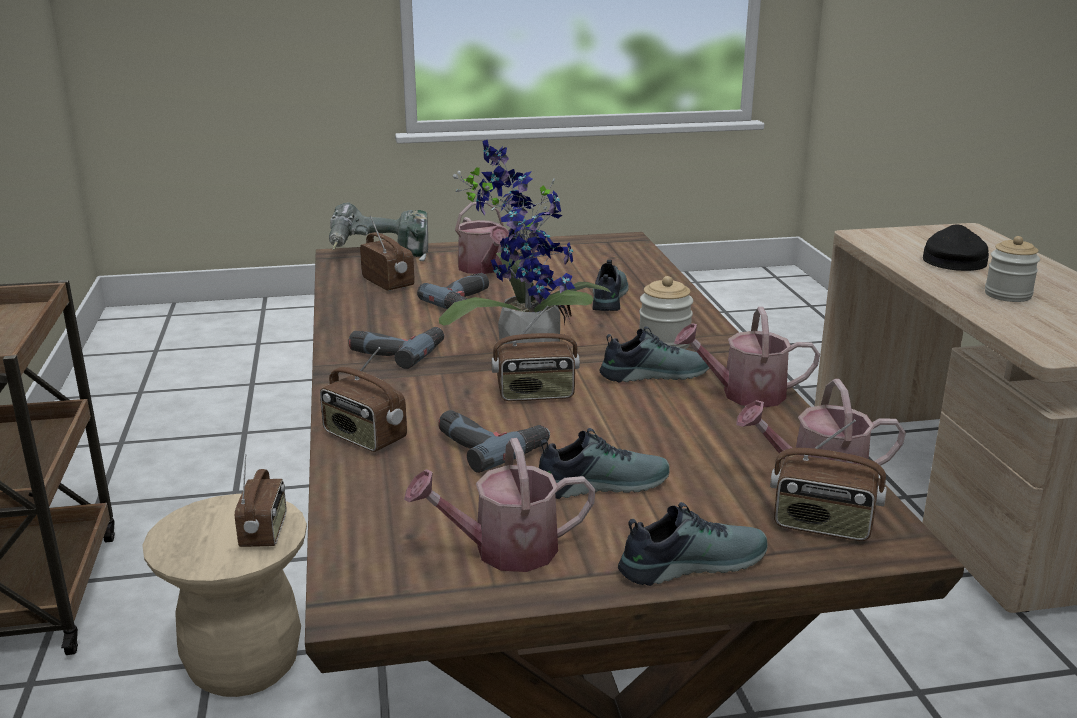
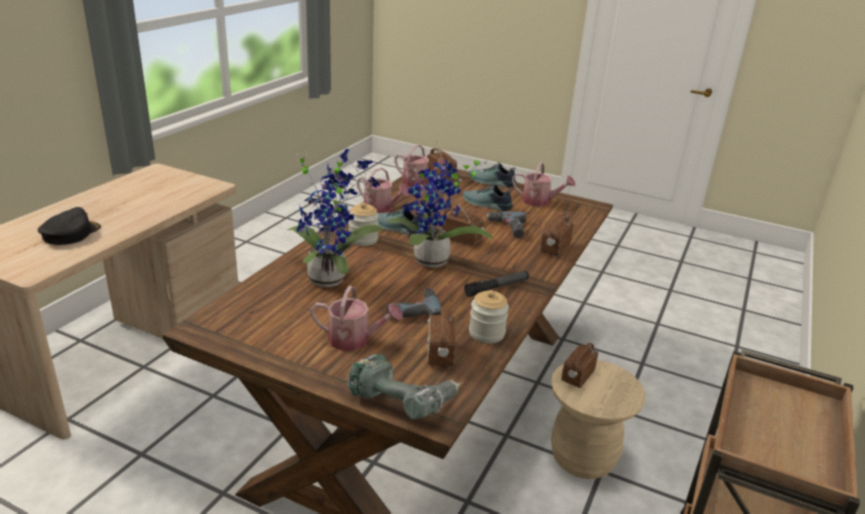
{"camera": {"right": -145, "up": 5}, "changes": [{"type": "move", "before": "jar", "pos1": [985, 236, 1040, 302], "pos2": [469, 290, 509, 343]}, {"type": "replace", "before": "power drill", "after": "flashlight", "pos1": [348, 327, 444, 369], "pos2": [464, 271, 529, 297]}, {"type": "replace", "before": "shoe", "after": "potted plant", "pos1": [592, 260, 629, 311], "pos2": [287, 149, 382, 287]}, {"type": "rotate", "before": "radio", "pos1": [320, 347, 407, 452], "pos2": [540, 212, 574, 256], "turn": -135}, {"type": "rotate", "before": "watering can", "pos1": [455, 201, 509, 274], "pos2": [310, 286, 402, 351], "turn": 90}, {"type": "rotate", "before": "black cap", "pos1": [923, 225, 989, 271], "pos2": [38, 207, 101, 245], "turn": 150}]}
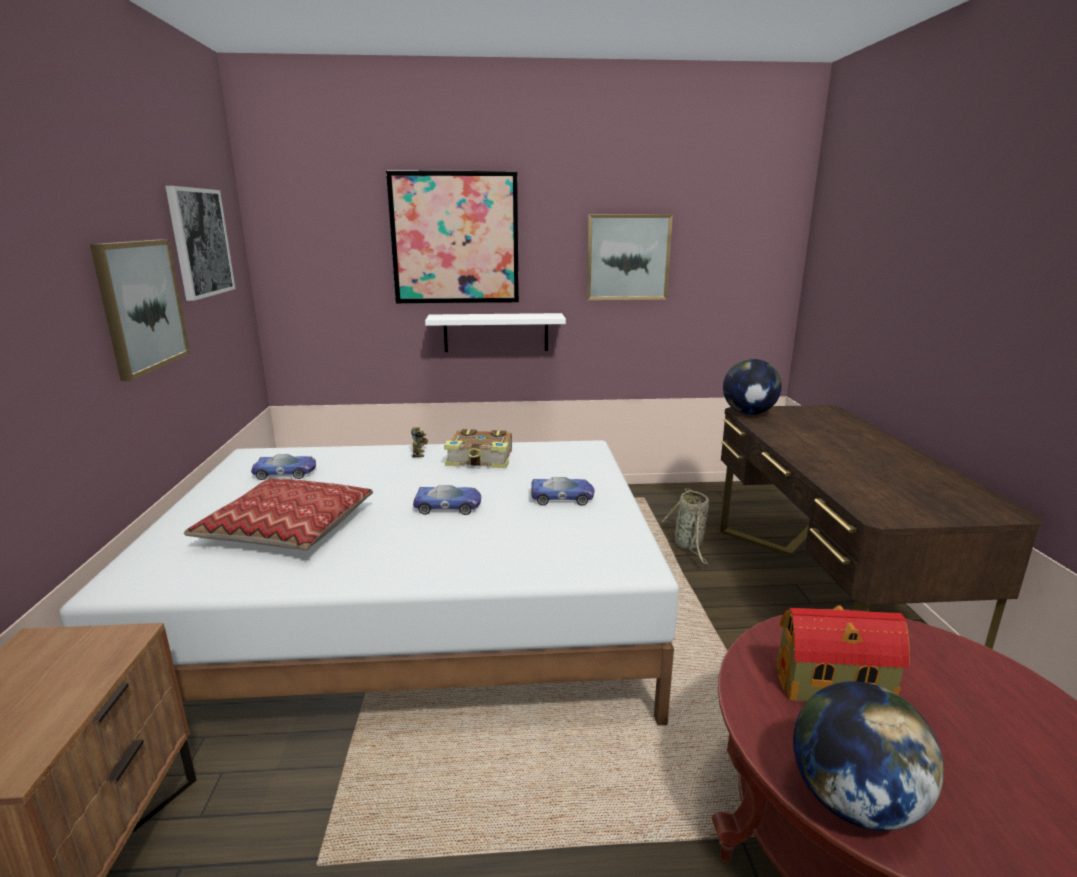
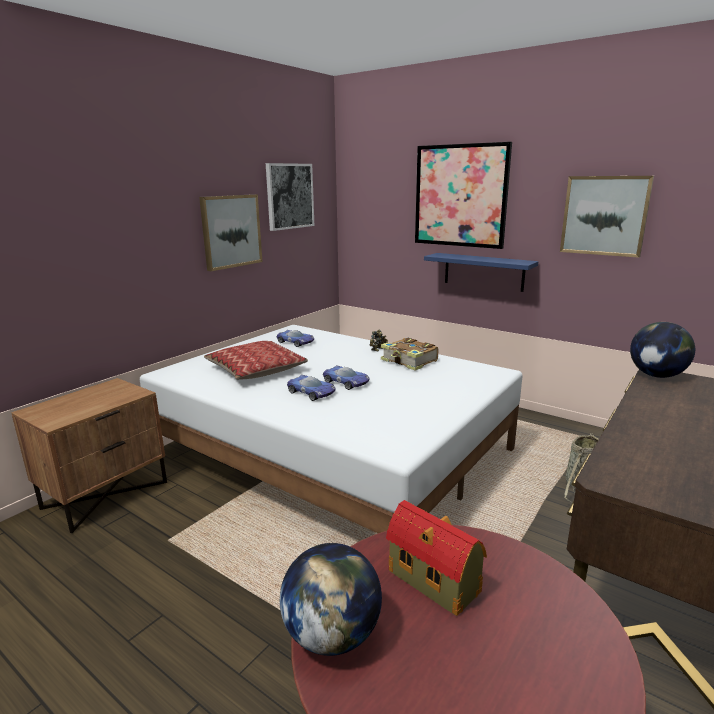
{"camera": {"right": 40, "up": 0}, "changes": [{"type": "move", "before": "toy car", "pos1": [531, 477, 595, 505], "pos2": [287, 375, 336, 401]}, {"type": "recolor", "before": "white shelf", "after": "blue shelf", "pos1": [425, 313, 566, 352], "pos2": [424, 253, 538, 292]}]}
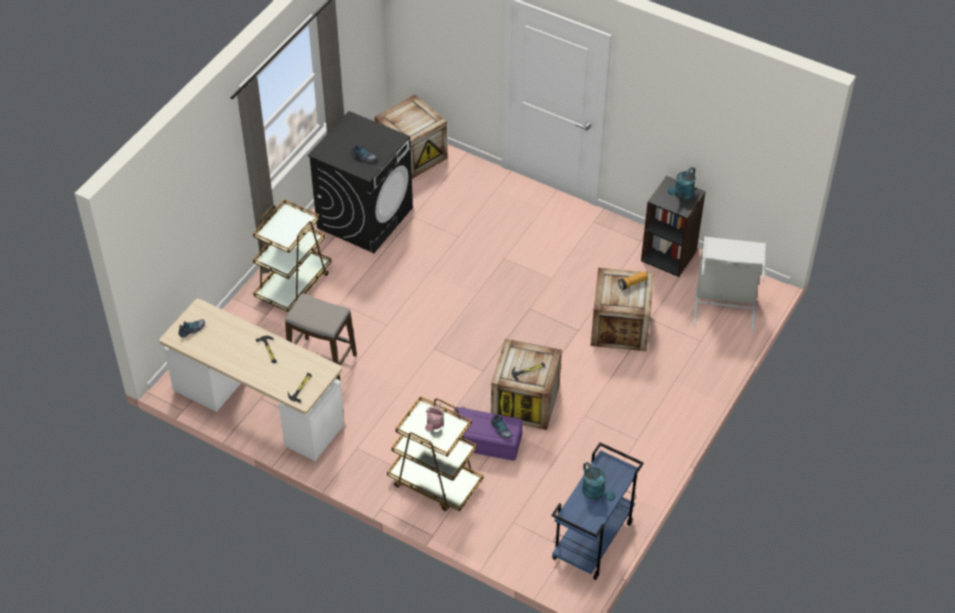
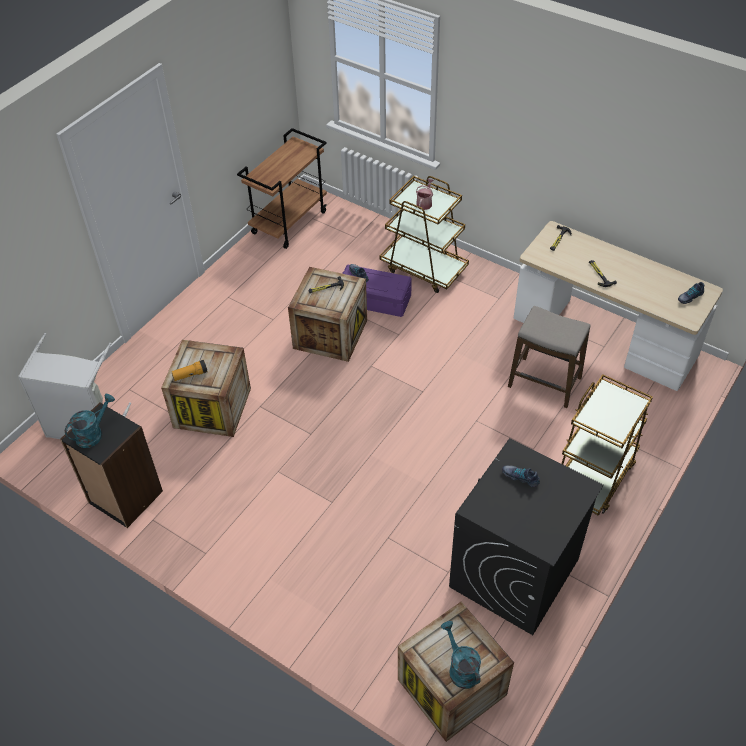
{"camera": {"right": -175, "up": 0}, "changes": [{"type": "move", "before": "turquoise watering can", "pos1": [582, 462, 615, 501], "pos2": [441, 621, 481, 689]}, {"type": "recolor", "before": "blue cart", "after": "brown cart", "pos1": [551, 442, 644, 580], "pos2": [237, 128, 327, 249]}]}
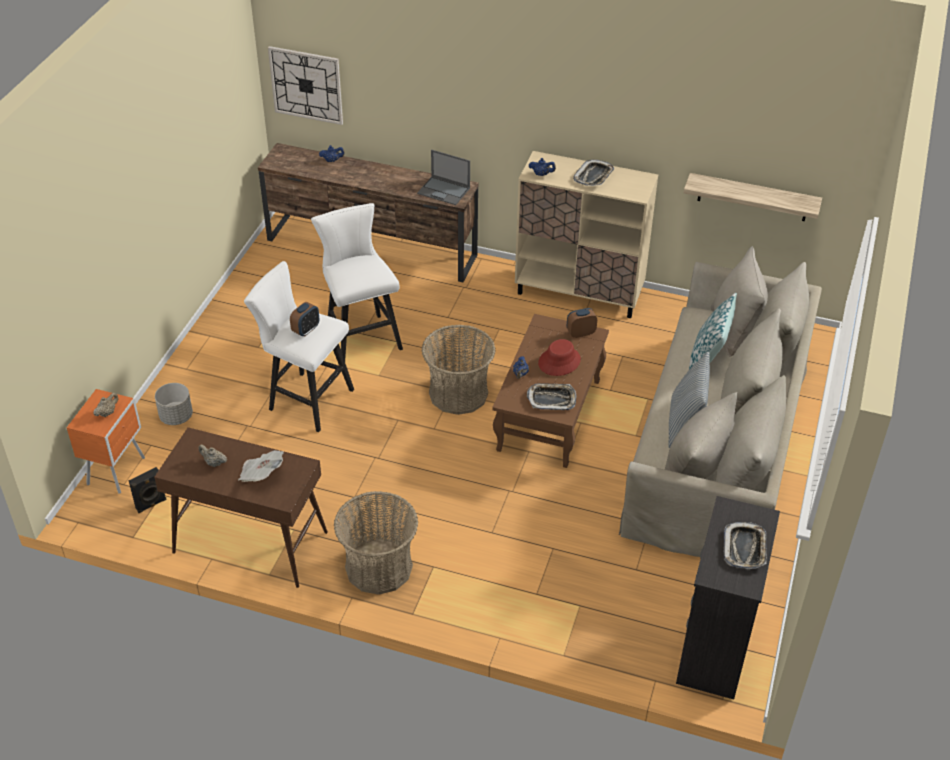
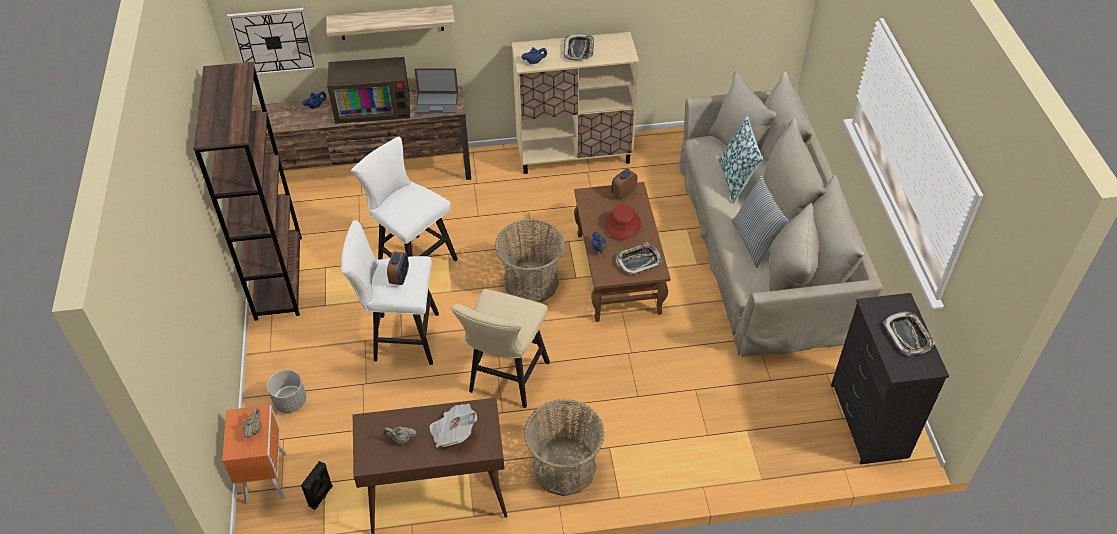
{"camera": {"right": -25, "up": 5}, "changes": [{"type": "insert", "after": "brown bookcase", "pos2": [193, 62, 302, 321]}, {"type": "insert", "after": "television", "pos2": [327, 57, 410, 124]}, {"type": "insert", "after": "beige stool", "pos2": [451, 289, 550, 408]}, {"type": "move", "before": "shelf", "pos1": [684, 173, 822, 221], "pos2": [326, 5, 455, 40]}]}
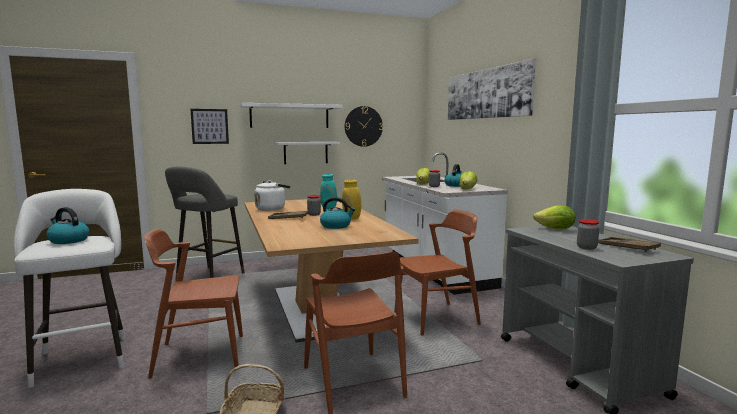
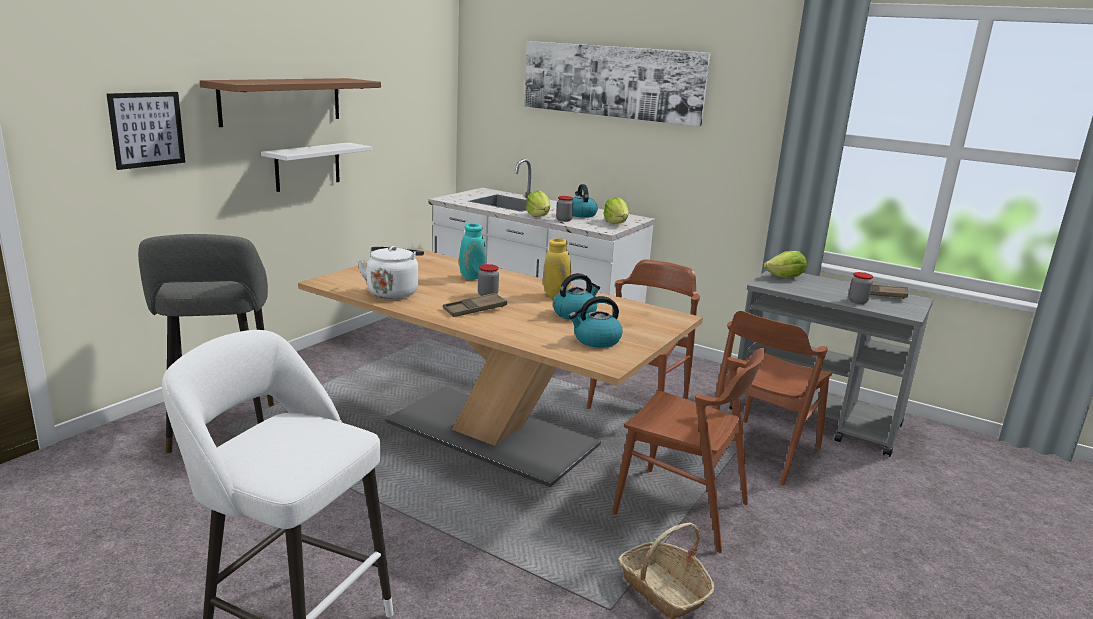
{"camera": {"right": -40, "up": 10}, "changes": [{"type": "delete", "before": "wall clock", "pos1": [345, 106, 383, 147]}, {"type": "move", "before": "kettle", "pos1": [46, 207, 89, 244], "pos2": [569, 296, 623, 348]}, {"type": "move", "before": "brown chair", "pos1": [144, 229, 243, 379], "pos2": [713, 311, 832, 485]}, {"type": "recolor", "before": "white shelf", "after": "brown shelf", "pos1": [240, 103, 343, 128], "pos2": [200, 78, 381, 127]}]}
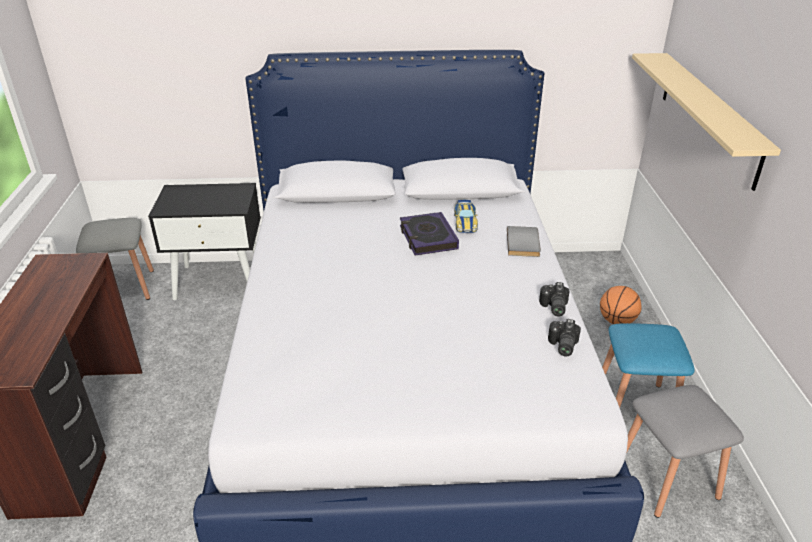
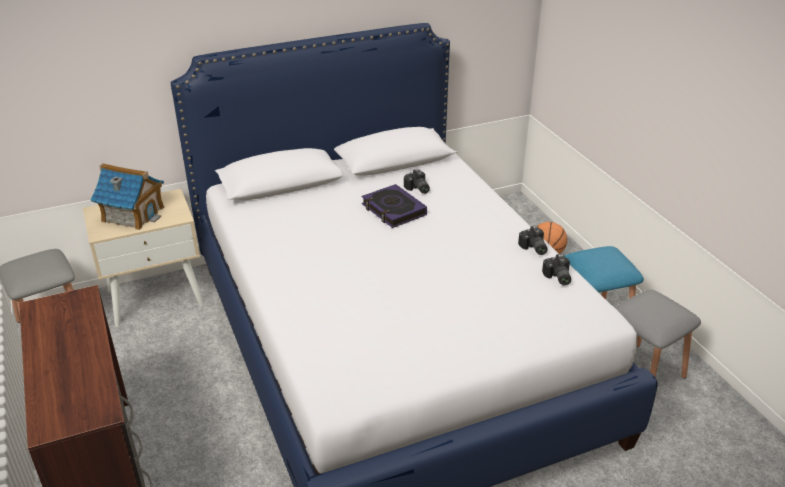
{"camera": {"right": -20, "up": 0}, "changes": [{"type": "delete", "before": "grey book", "pos1": [507, 226, 541, 257]}, {"type": "delete", "before": "beige shelf", "pos1": [632, 53, 781, 191]}, {"type": "insert", "after": "toy house", "pos2": [91, 163, 164, 230]}, {"type": "replace", "before": "toy car", "after": "photo camera", "pos1": [454, 200, 478, 233], "pos2": [404, 169, 430, 194]}, {"type": "recolor", "before": "black nightstand", "after": "beige nightstand", "pos1": [148, 183, 261, 300], "pos2": [83, 189, 204, 327]}]}
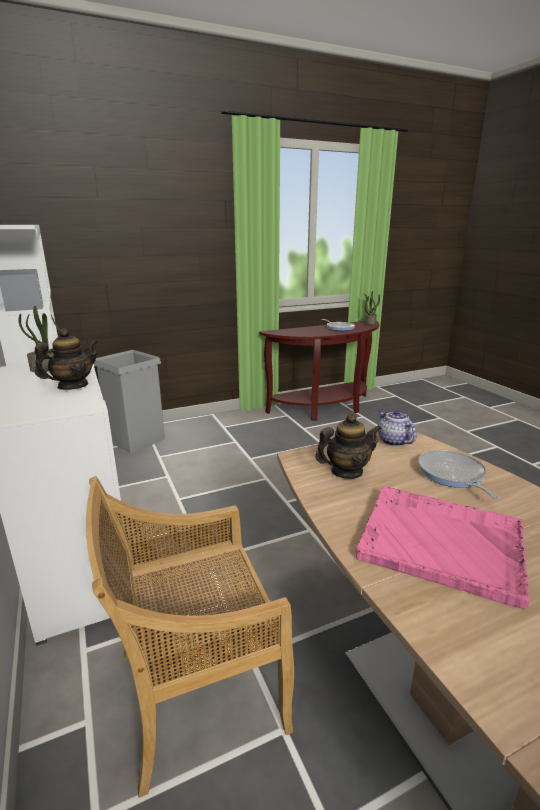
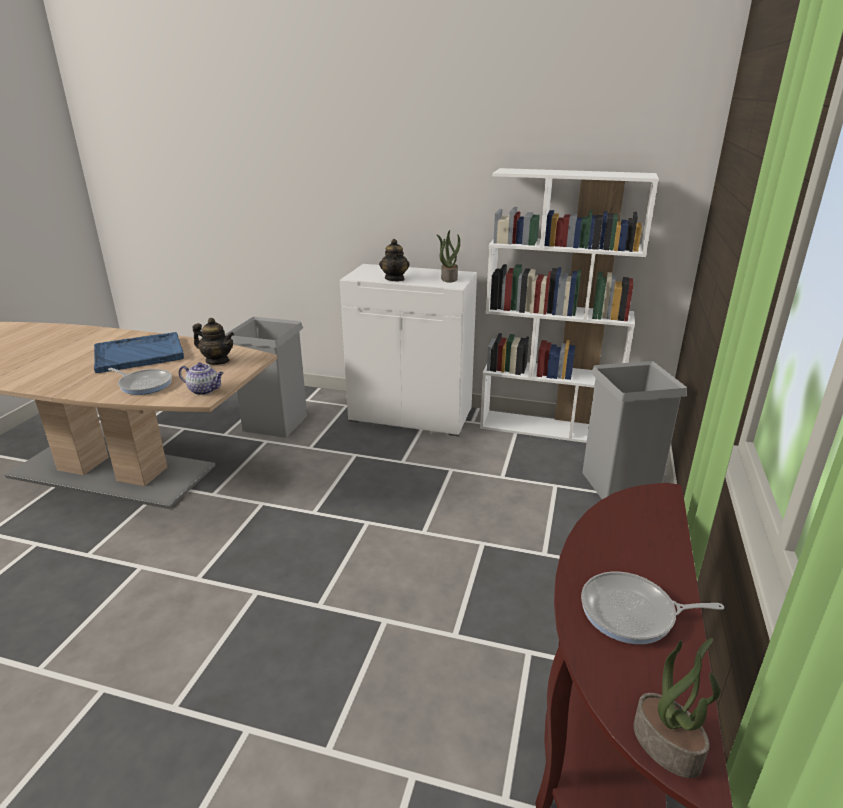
{"camera": {"right": 130, "up": 5}, "changes": [{"type": "replace", "before": "beige chair", "after": "grey trash can", "pos1": [86, 476, 294, 798], "pos2": [225, 317, 307, 438]}, {"type": "recolor", "before": "pink tray", "after": "blue tray", "pos1": [355, 486, 530, 609], "pos2": [94, 332, 184, 373]}, {"type": "rotate", "before": "teapot", "pos1": [315, 413, 382, 479], "pos2": [193, 318, 234, 365], "turn": -90}]}
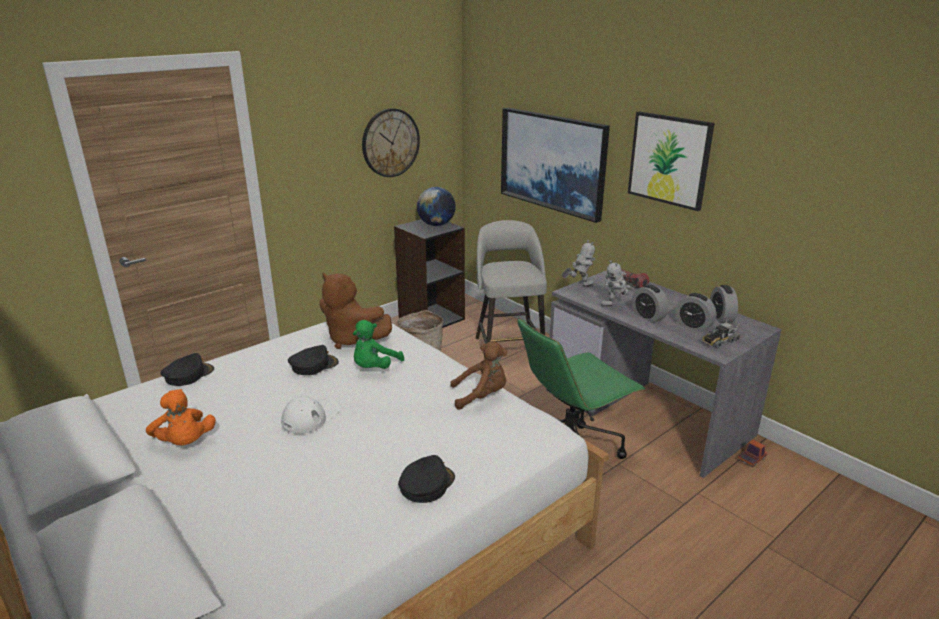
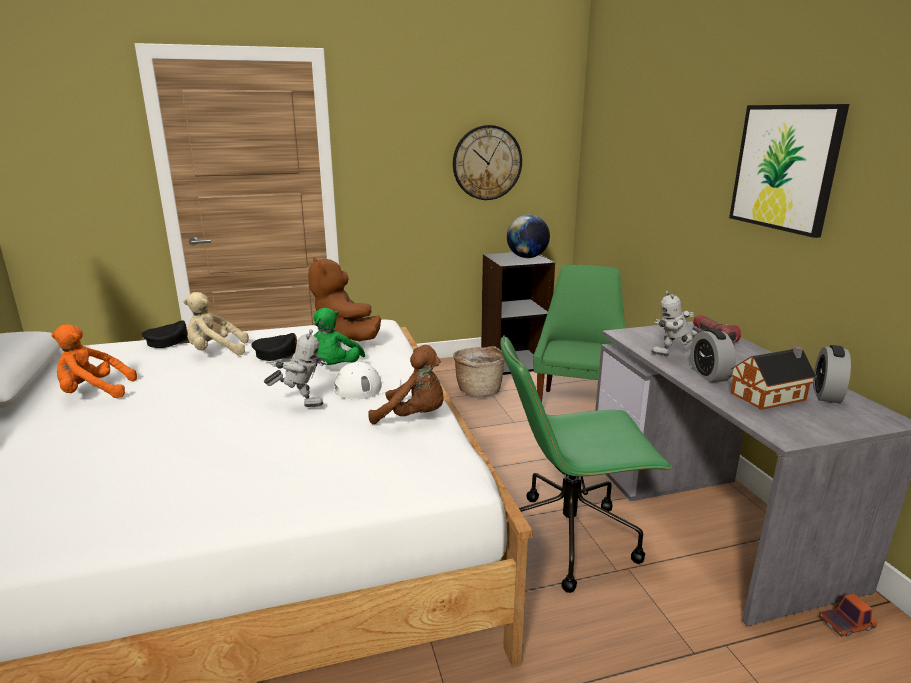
{"camera": {"right": 25, "up": -5}, "changes": [{"type": "delete", "before": "black cap", "pos1": [398, 455, 455, 503]}, {"type": "delete", "before": "picture", "pos1": [501, 108, 610, 223]}, {"type": "delete", "before": "toy truck", "pos1": [702, 319, 741, 348]}, {"type": "insert", "after": "beige plush toy", "pos2": [183, 292, 249, 355]}, {"type": "move", "before": "white cap", "pos1": [281, 396, 339, 434], "pos2": [334, 362, 400, 399]}, {"type": "move", "before": "toy robot", "pos1": [562, 240, 595, 287], "pos2": [264, 329, 328, 407]}, {"type": "replace", "before": "grey stool", "after": "green chair", "pos1": [476, 220, 547, 344], "pos2": [533, 265, 625, 402]}, {"type": "replace", "before": "alarm clock", "after": "toy house", "pos1": [675, 293, 716, 332], "pos2": [730, 346, 817, 410]}, {"type": "rotate", "before": "orange plush toy", "pos1": [146, 389, 216, 446], "pos2": [51, 324, 137, 398], "turn": 90}, {"type": "rotate", "before": "green plush toy", "pos1": [353, 320, 404, 369], "pos2": [313, 308, 365, 365], "turn": -45}]}
